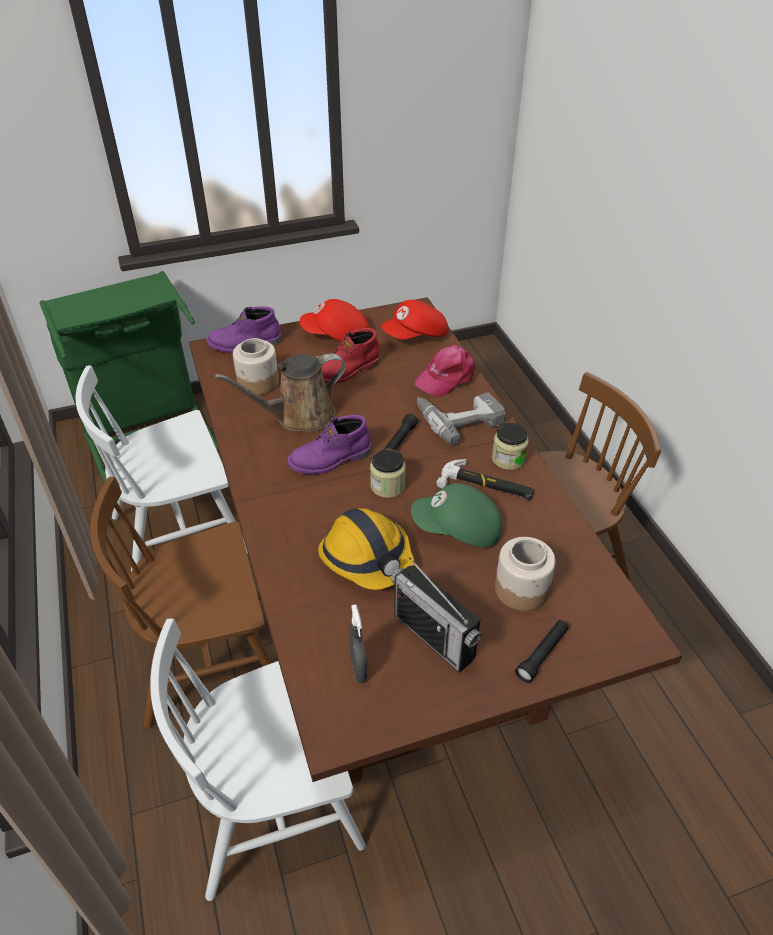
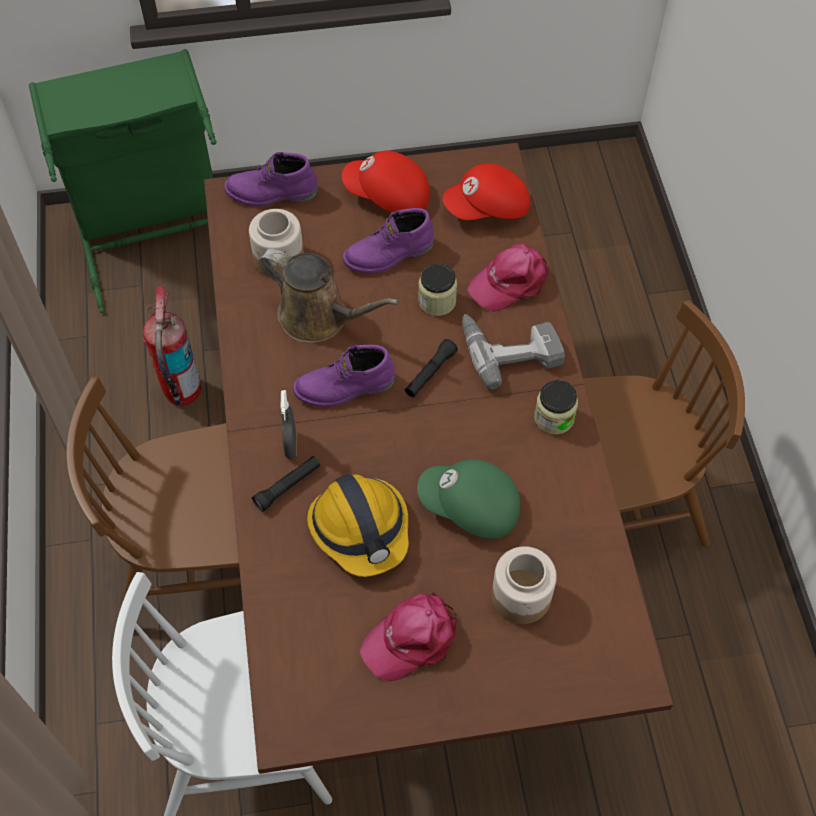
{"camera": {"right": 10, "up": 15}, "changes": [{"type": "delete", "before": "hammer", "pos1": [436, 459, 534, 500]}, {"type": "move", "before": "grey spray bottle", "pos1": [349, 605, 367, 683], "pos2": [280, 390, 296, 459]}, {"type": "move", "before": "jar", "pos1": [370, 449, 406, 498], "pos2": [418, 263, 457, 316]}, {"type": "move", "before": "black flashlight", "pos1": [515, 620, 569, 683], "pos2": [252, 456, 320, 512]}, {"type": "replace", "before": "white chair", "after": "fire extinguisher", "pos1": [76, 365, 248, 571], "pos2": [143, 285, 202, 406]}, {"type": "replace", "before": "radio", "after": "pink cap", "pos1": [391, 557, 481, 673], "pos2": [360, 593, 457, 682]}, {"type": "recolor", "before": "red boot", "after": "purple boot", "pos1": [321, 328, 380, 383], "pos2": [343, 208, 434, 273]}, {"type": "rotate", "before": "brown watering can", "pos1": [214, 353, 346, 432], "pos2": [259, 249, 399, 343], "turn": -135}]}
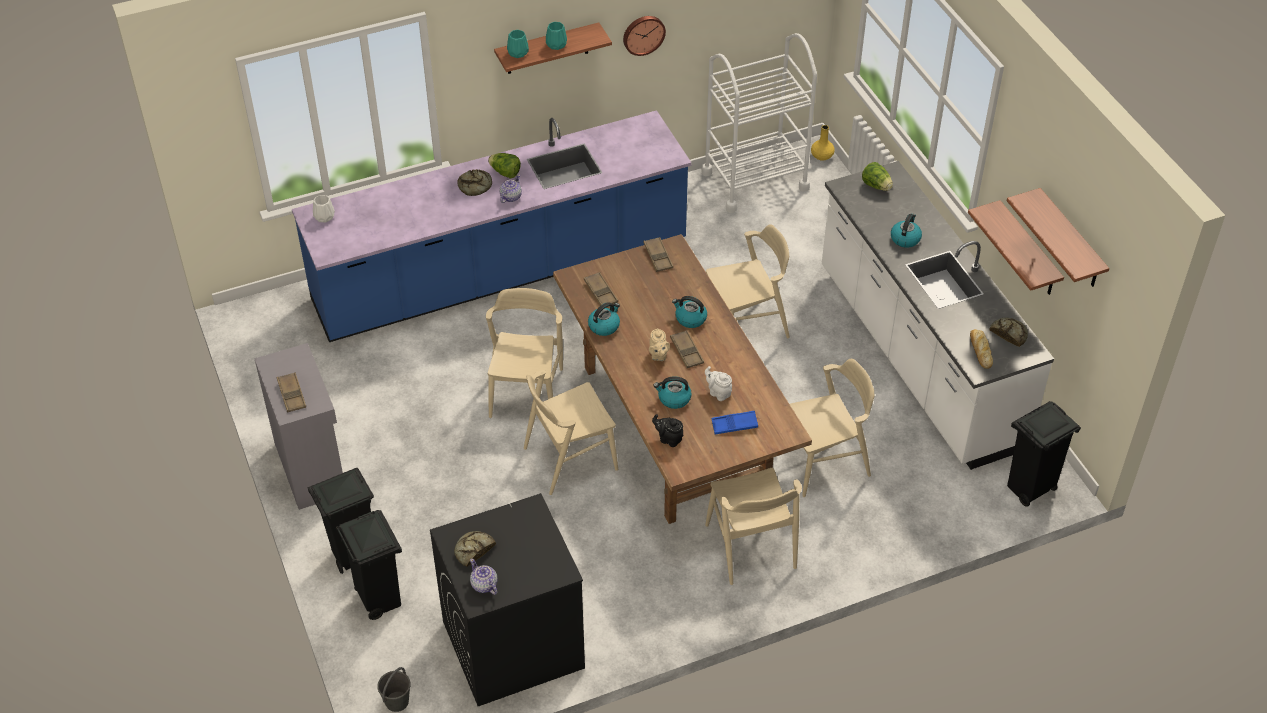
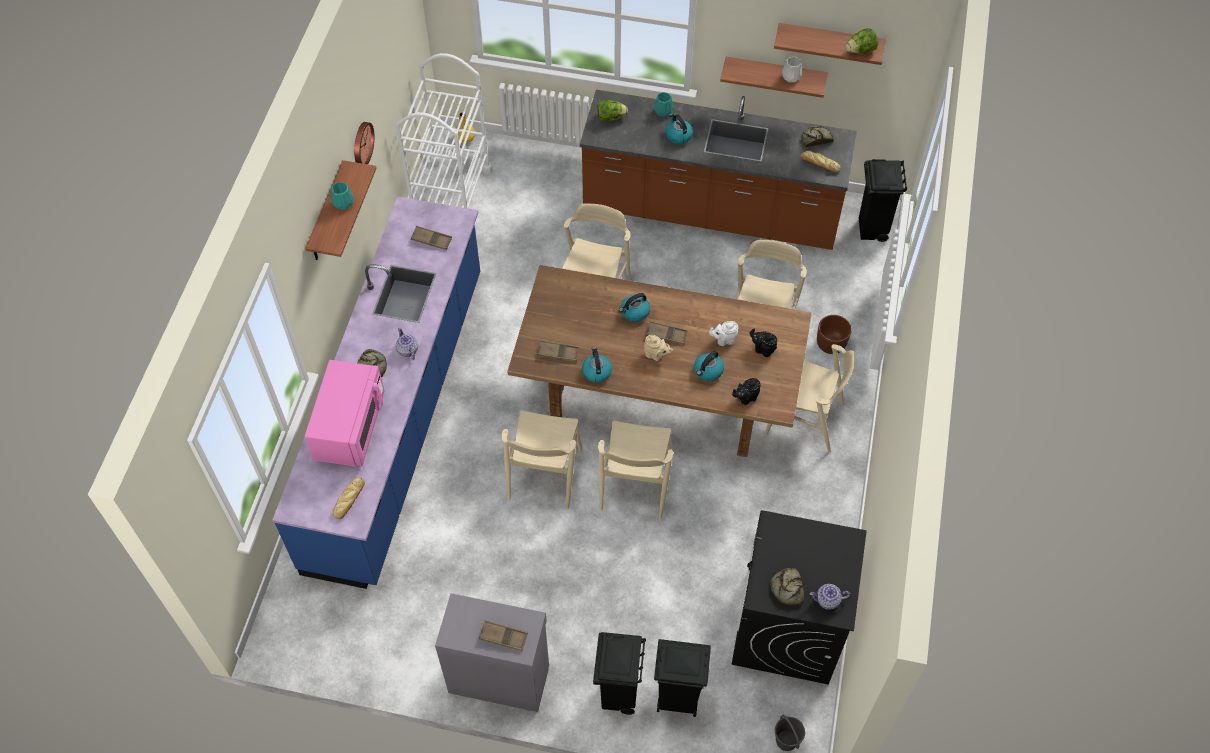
{"camera": {"right": -55, "up": 10}, "changes": [{"type": "insert", "after": "pink microwave", "pos2": [305, 360, 385, 467]}, {"type": "insert", "after": "bread", "pos2": [333, 477, 365, 519]}, {"type": "insert", "after": "brown planter", "pos2": [817, 315, 852, 354]}, {"type": "move", "before": "white vase", "pos1": [313, 195, 335, 222], "pos2": [782, 57, 802, 82]}, {"type": "move", "before": "lettuce", "pos1": [488, 153, 521, 179], "pos2": [845, 28, 879, 53]}, {"type": "move", "before": "turquoise vase", "pos1": [507, 30, 529, 58], "pos2": [654, 92, 673, 117]}, {"type": "move", "before": "brown tray", "pos1": [643, 237, 673, 272], "pos2": [411, 226, 452, 250]}, {"type": "replace", "before": "blue tray", "after": "black teapot", "pos1": [711, 411, 758, 434], "pos2": [750, 328, 777, 357]}, {"type": "recolor", "before": "white counter", "after": "brown counter", "pos1": [822, 161, 1054, 470], "pos2": [580, 90, 857, 250]}, {"type": "rotate", "before": "beige chair", "pos1": [486, 288, 563, 418], "pos2": [501, 410, 582, 509], "turn": -120}]}
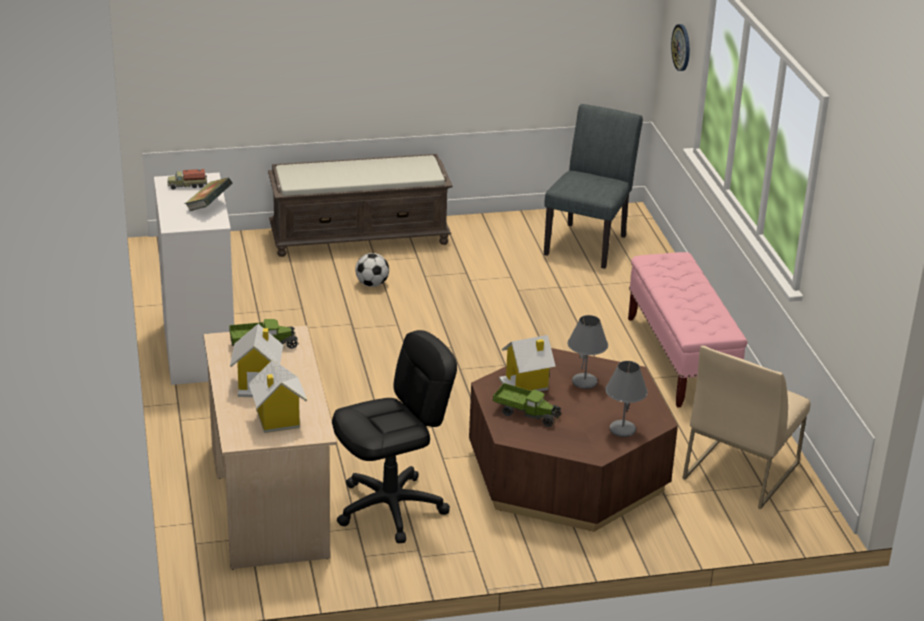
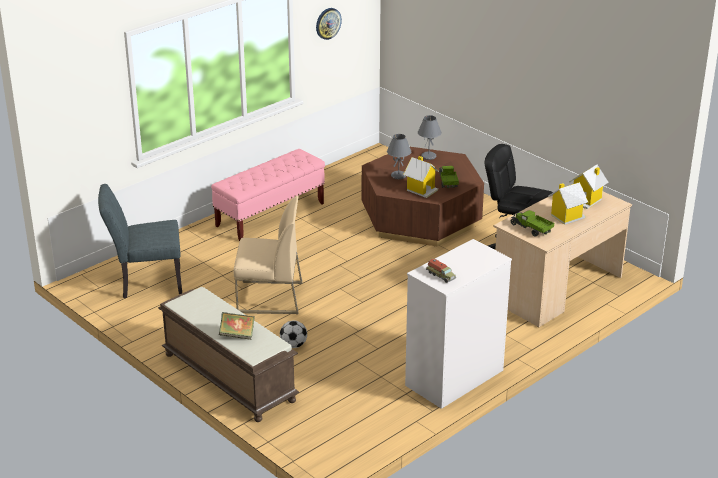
{"camera": {"right": -120, "up": 0}, "changes": [{"type": "move", "before": "book", "pos1": [184, 178, 232, 211], "pos2": [219, 312, 254, 340]}, {"type": "move", "before": "wall clock", "pos1": [671, 24, 690, 71], "pos2": [316, 8, 342, 40]}, {"type": "move", "before": "beige chair", "pos1": [682, 346, 810, 509], "pos2": [233, 196, 302, 314]}]}
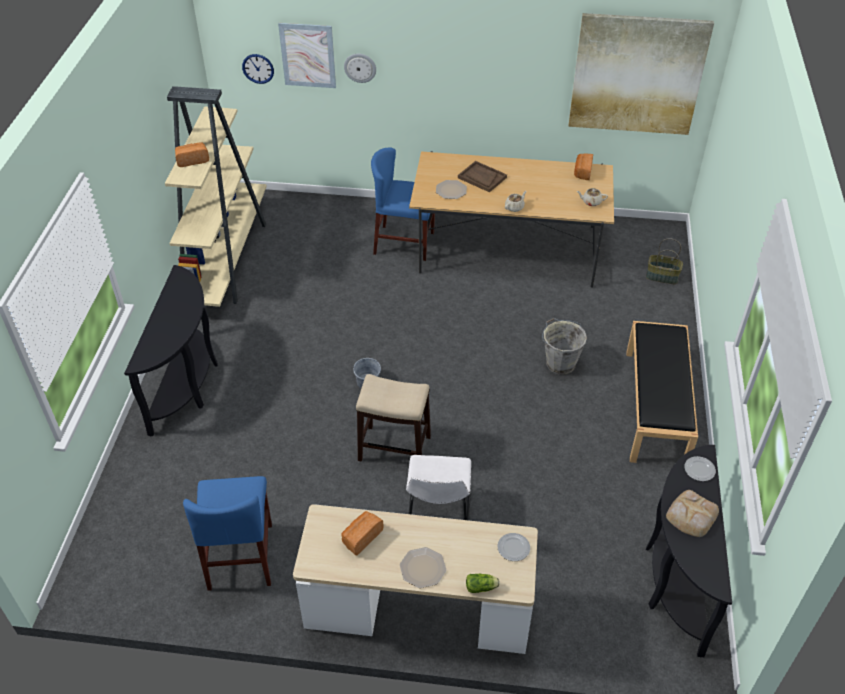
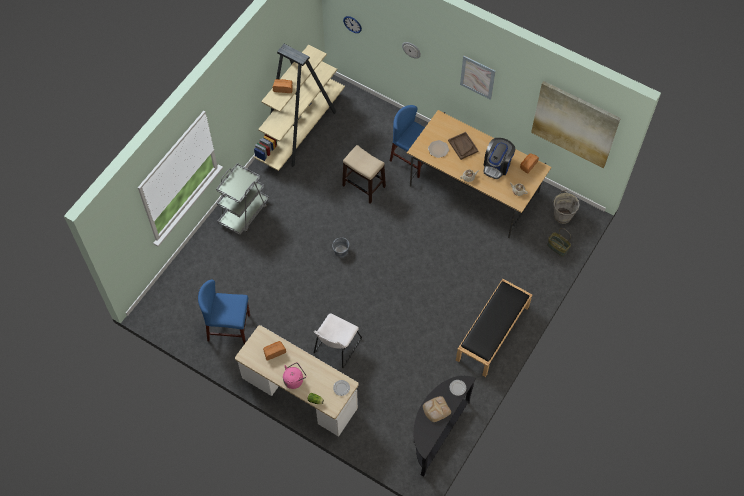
{"camera": {"right": 25, "up": 15}, "changes": [{"type": "insert", "after": "coffee machine", "pos2": [484, 138, 515, 179]}, {"type": "move", "before": "picture", "pos1": [278, 23, 336, 88], "pos2": [460, 56, 496, 100]}, {"type": "move", "before": "stool", "pos1": [356, 374, 431, 462], "pos2": [342, 145, 386, 204]}, {"type": "move", "before": "grey bucket", "pos1": [542, 318, 587, 375], "pos2": [552, 190, 580, 224]}, {"type": "replace", "before": "black console table", "after": "grey cart", "pos1": [124, 265, 218, 436], "pos2": [216, 163, 269, 235]}, {"type": "replace", "before": "plate", "after": "pink kettle", "pos1": [400, 547, 446, 588], "pos2": [283, 362, 306, 389]}, {"type": "rotate", "before": "blue chair", "pos1": [183, 476, 272, 591], "pos2": [198, 280, 250, 344], "turn": 75}]}
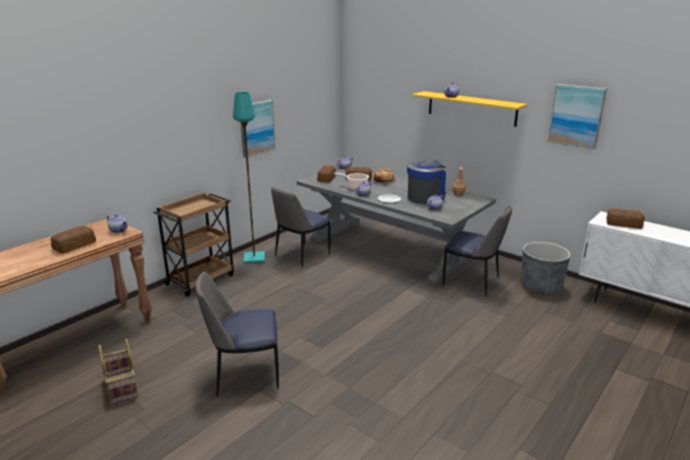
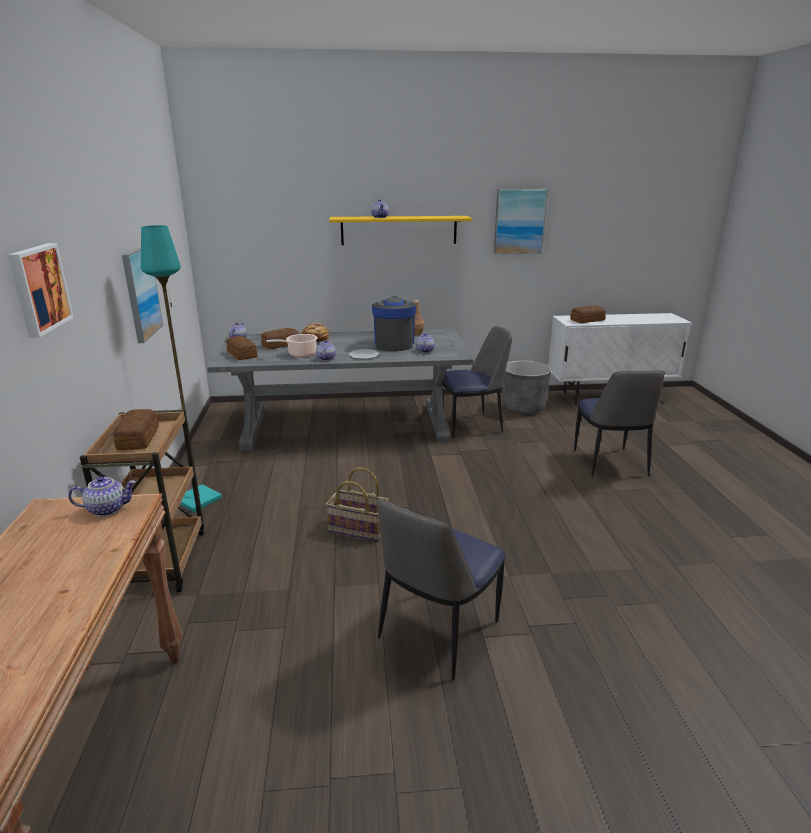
{"camera": {"right": -45, "up": 0}, "changes": [{"type": "insert", "after": "picture", "pos2": [8, 243, 74, 338]}, {"type": "move", "before": "bread", "pos1": [51, 226, 96, 254], "pos2": [113, 409, 159, 450]}, {"type": "move", "before": "basket", "pos1": [98, 338, 138, 405], "pos2": [326, 468, 389, 541]}, {"type": "move", "before": "chair", "pos1": [271, 187, 331, 268], "pos2": [574, 370, 665, 478]}]}
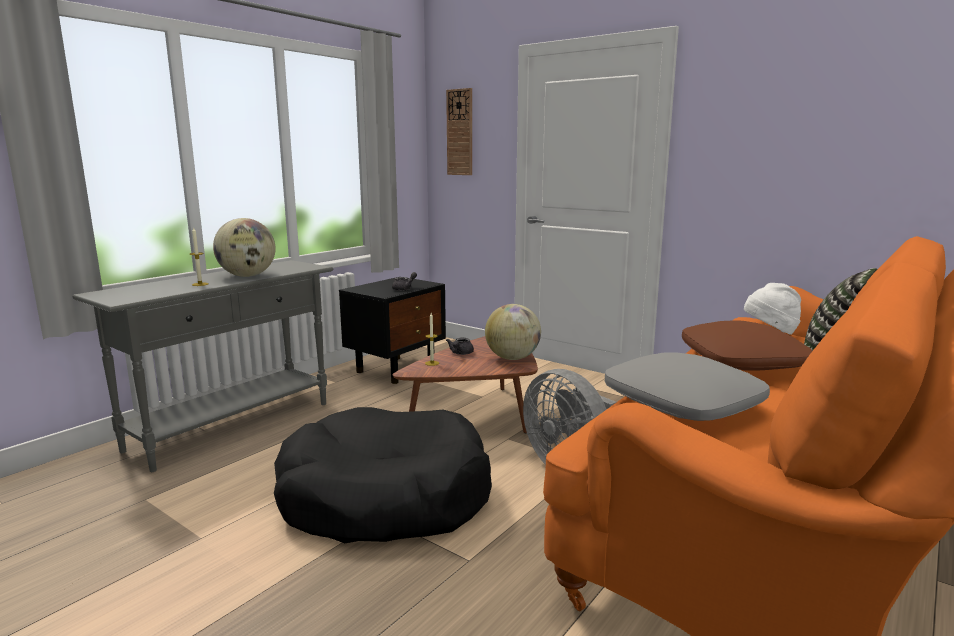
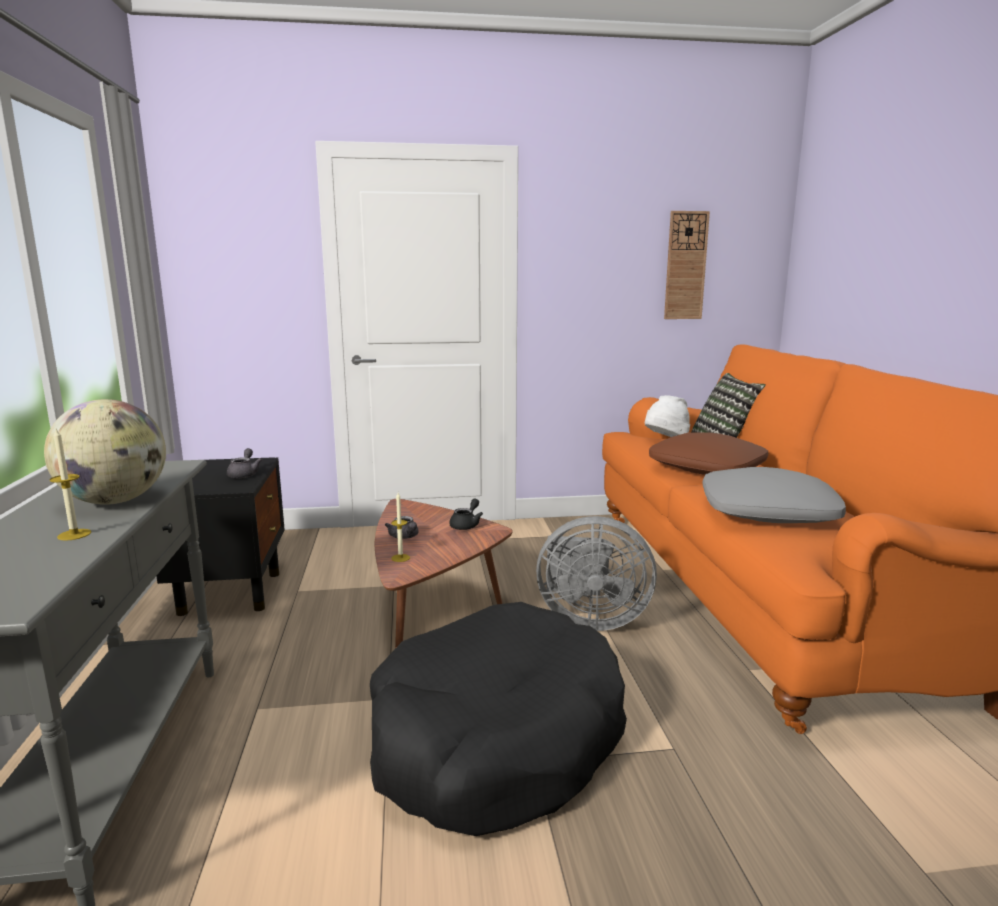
{"camera": {"right": -45, "up": 0}, "changes": [{"type": "move", "before": "wall clock", "pos1": [446, 88, 472, 175], "pos2": [664, 211, 710, 319]}, {"type": "replace", "before": "globe", "after": "black teapot", "pos1": [485, 304, 541, 360], "pos2": [449, 499, 483, 530]}]}
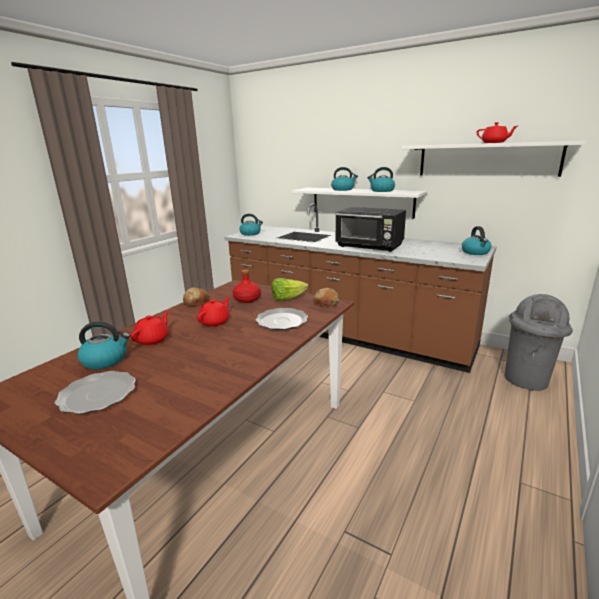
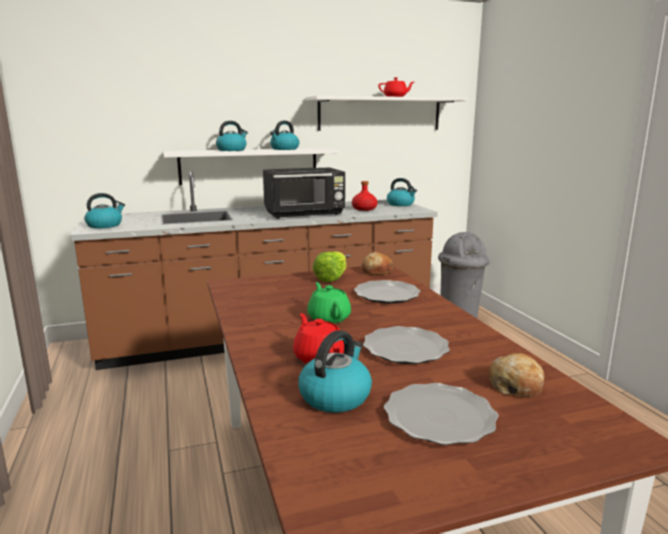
{"camera": {"right": -50, "up": -5}, "changes": [{"type": "insert", "after": "plate", "pos2": [363, 326, 450, 364]}, {"type": "move", "before": "bread", "pos1": [183, 287, 209, 306], "pos2": [489, 353, 545, 398]}, {"type": "move", "before": "red bottle", "pos1": [232, 269, 261, 303], "pos2": [352, 181, 377, 211]}, {"type": "recolor", "before": "red teapot", "after": "green teapot", "pos1": [197, 296, 230, 327], "pos2": [307, 282, 351, 323]}]}
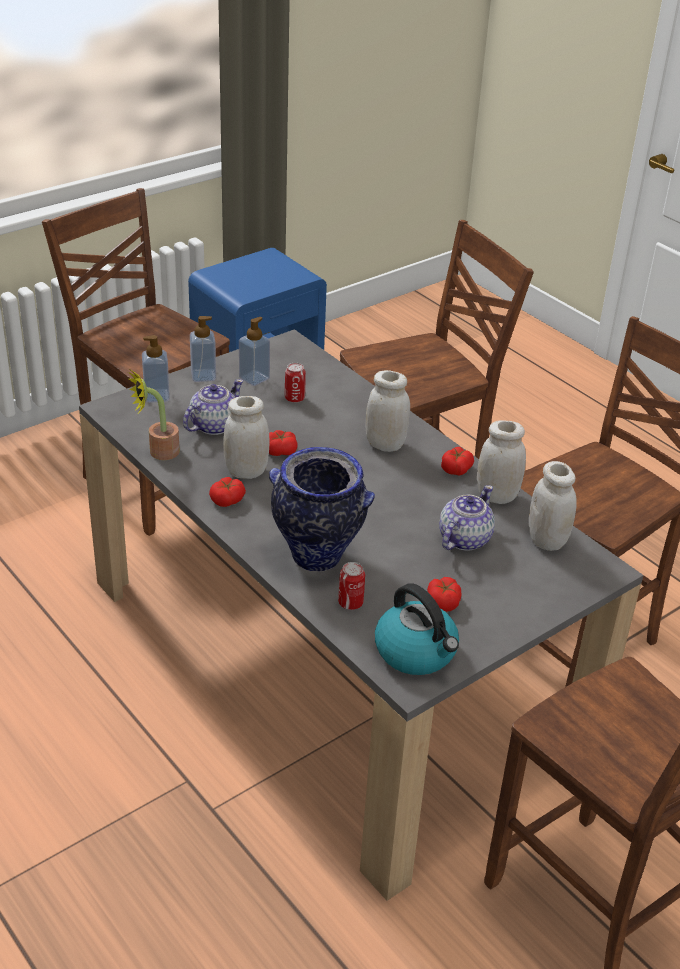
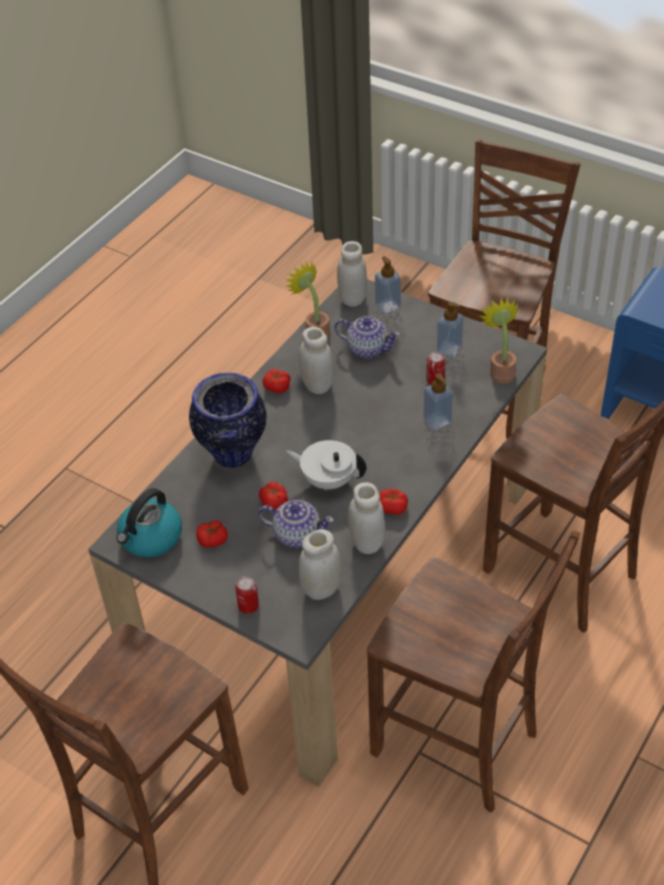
{"camera": {"right": 75, "up": 10}, "changes": [{"type": "insert", "after": "white teapot", "pos2": [286, 440, 367, 490]}, {"type": "insert", "after": "potted plant", "pos2": [480, 298, 519, 384]}, {"type": "move", "before": "soap dispenser", "pos1": [190, 316, 216, 382], "pos2": [423, 373, 453, 430]}, {"type": "move", "before": "tomato", "pos1": [269, 430, 297, 456], "pos2": [259, 482, 288, 510]}, {"type": "move", "before": "can", "pos1": [338, 562, 365, 610], "pos2": [235, 576, 259, 614]}, {"type": "move", "before": "white jar", "pos1": [366, 370, 410, 452], "pos2": [337, 241, 367, 307]}]}
